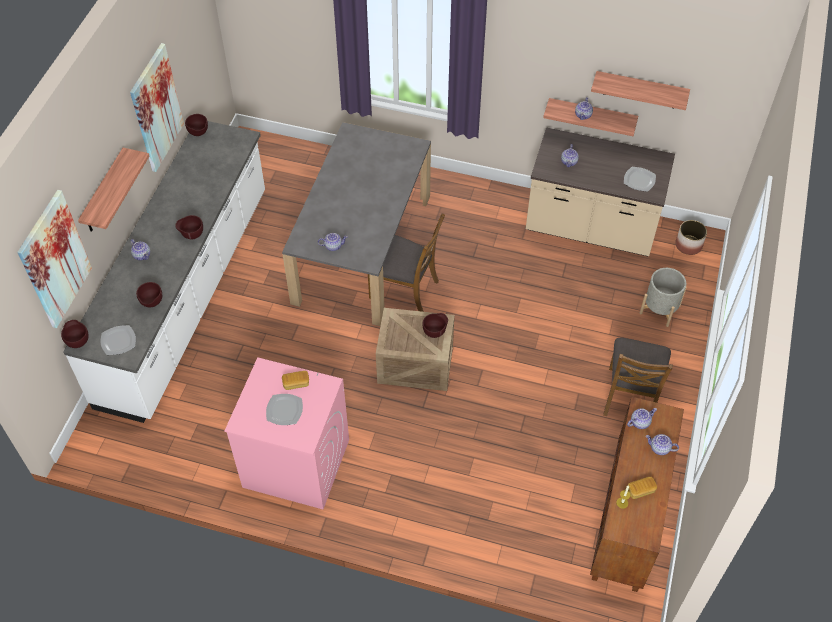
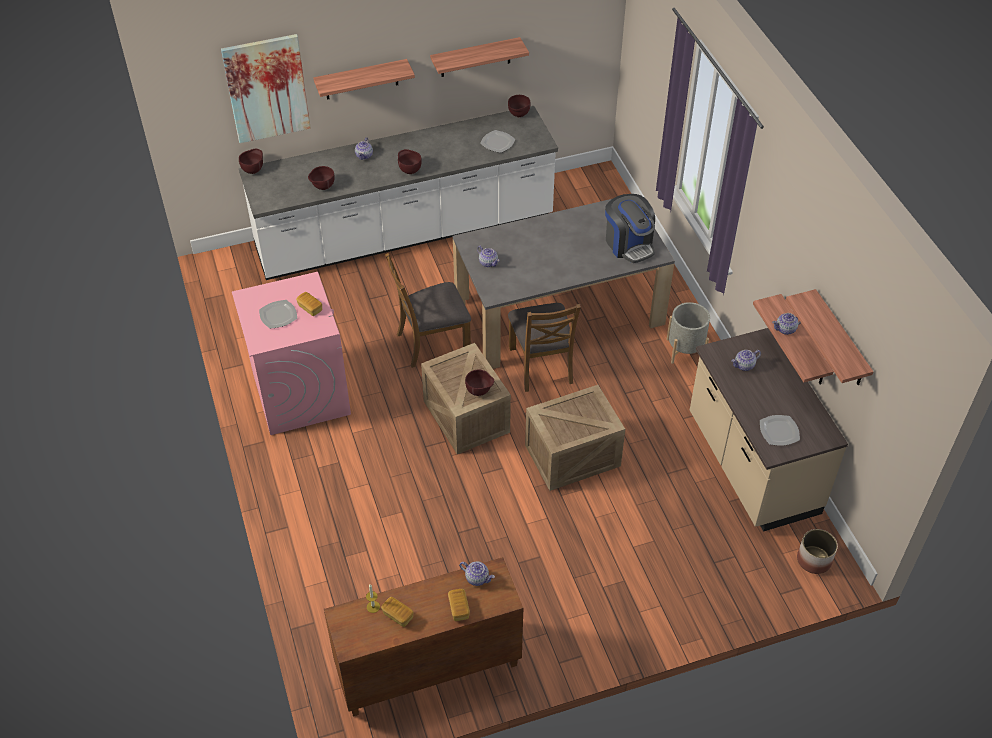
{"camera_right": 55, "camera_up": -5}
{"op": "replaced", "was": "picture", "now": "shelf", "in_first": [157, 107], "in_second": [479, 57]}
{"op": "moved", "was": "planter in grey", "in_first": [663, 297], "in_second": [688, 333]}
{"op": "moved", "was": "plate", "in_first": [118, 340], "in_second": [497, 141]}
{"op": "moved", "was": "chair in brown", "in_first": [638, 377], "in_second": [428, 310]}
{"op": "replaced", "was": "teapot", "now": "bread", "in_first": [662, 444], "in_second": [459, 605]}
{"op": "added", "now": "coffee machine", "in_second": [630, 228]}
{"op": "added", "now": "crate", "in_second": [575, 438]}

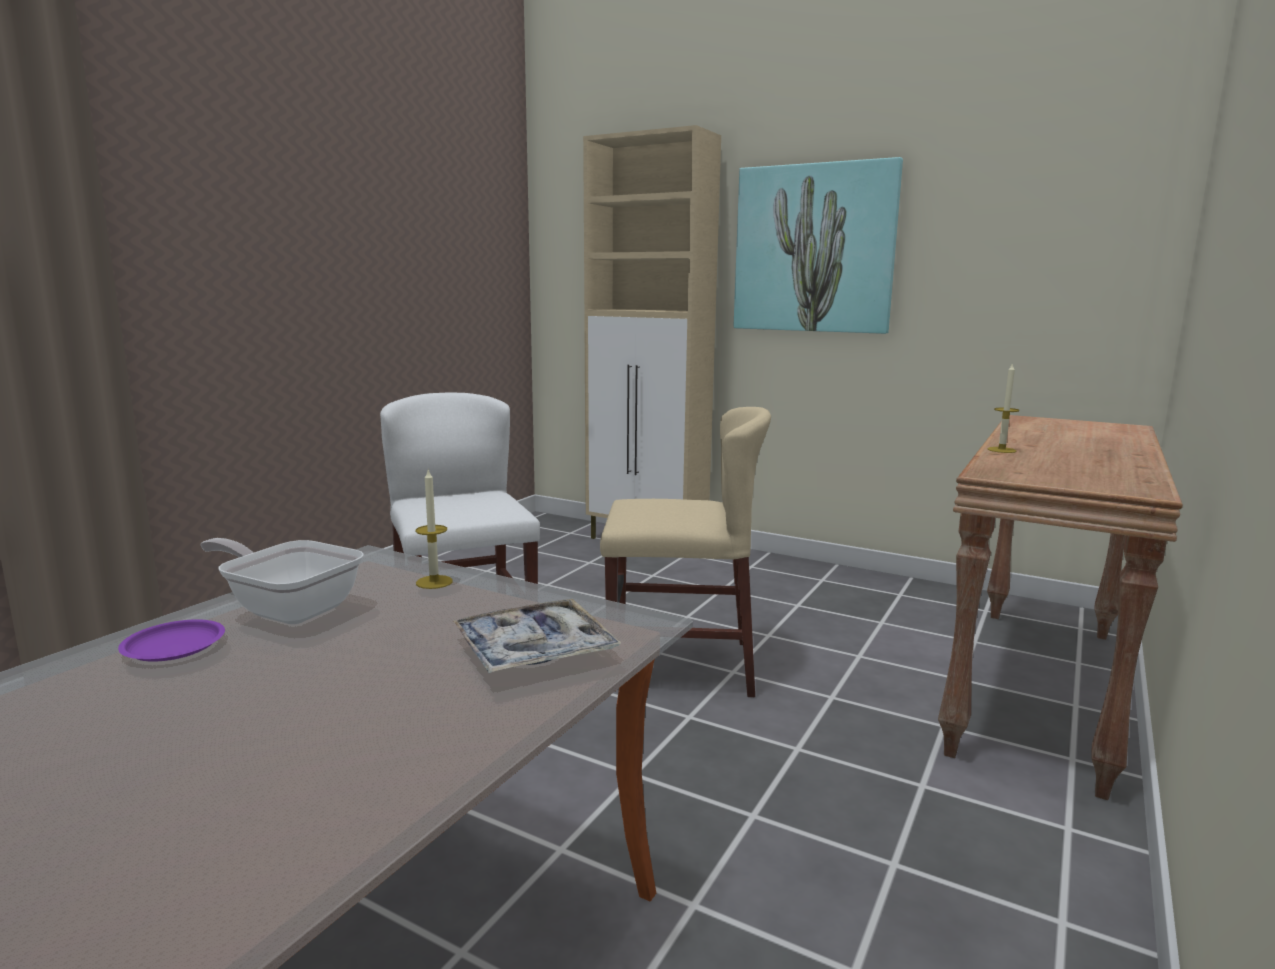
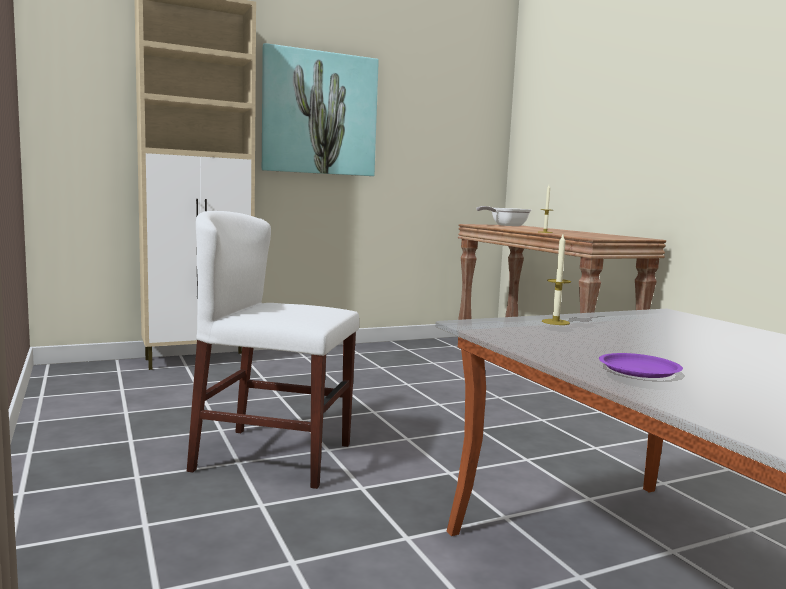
{"camera_right": -55, "camera_up": -5}
{"op": "removed", "was": "chair in beige", "in_first": [685, 552]}
{"op": "moved", "was": "frying pan", "in_first": [282, 581], "in_second": [504, 216]}
{"op": "removed", "was": "tray", "in_first": [537, 636]}

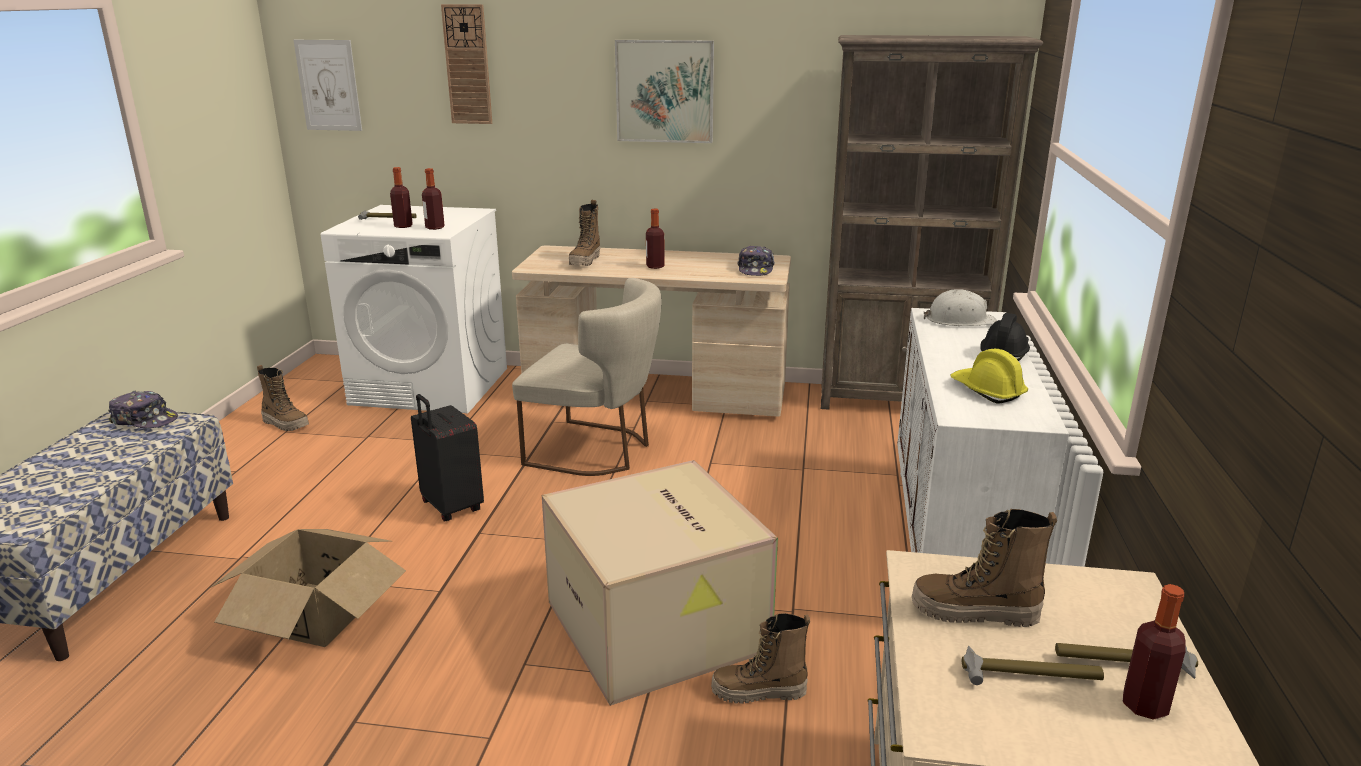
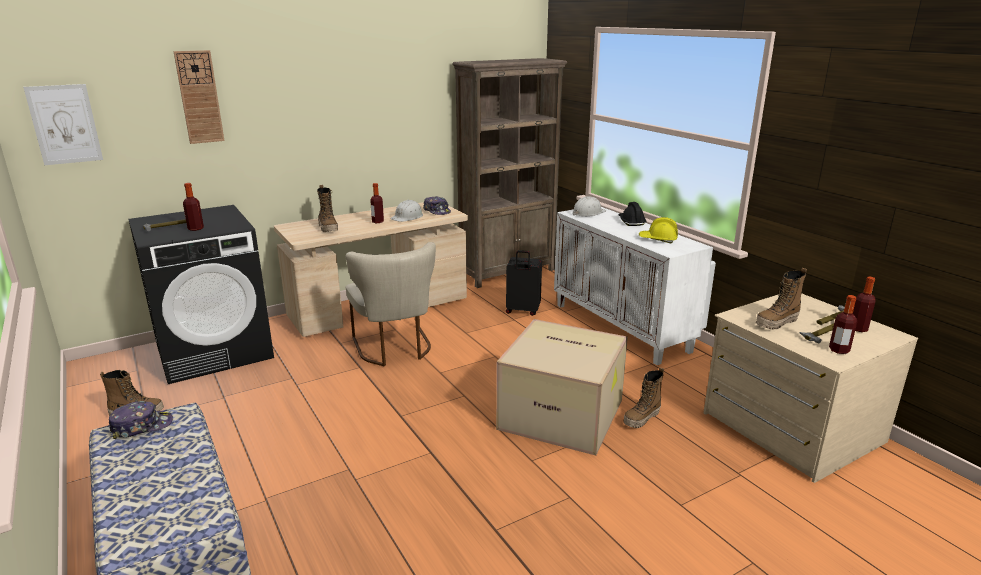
{"camera_right": -40, "camera_up": 0}
{"op": "removed", "was": "picture", "in_first": [664, 91]}
{"op": "moved", "was": "bottle", "in_first": [433, 199], "in_second": [843, 324]}
{"op": "recoloured", "was": "washing machine in white", "now": "washing machine in black", "in_first": [414, 309], "in_second": [201, 294]}
{"op": "turned", "was": "chair in beige", "in_first": [587, 377], "in_second": [390, 304], "clockwise": 90}
{"op": "moved", "was": "suitcase in black", "in_first": [447, 457], "in_second": [524, 283]}
{"op": "removed", "was": "cardboard box", "in_first": [308, 588]}
{"op": "added", "now": "hard hat in white", "in_second": [407, 211]}

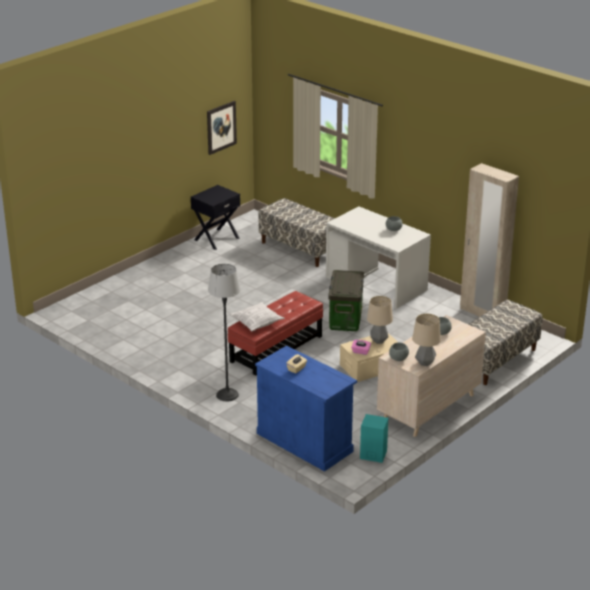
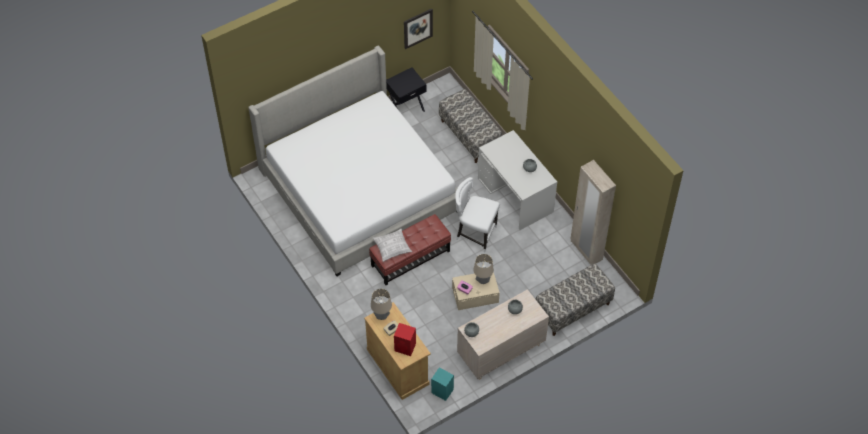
{"camera_right": 15, "camera_up": 25}
{"op": "removed", "was": "floor lamp", "in_first": [224, 332]}
{"op": "replaced", "was": "storage box", "now": "chair in white", "in_first": [346, 300], "in_second": [477, 214]}
{"op": "moved", "was": "table lamp", "in_first": [426, 340], "in_second": [381, 304]}
{"op": "recoloured", "was": "cabinet in blue", "now": "cabinet in beige", "in_first": [306, 408], "in_second": [397, 351]}
{"op": "added", "now": "bed", "in_second": [352, 161]}
{"op": "added", "now": "speaker in red", "in_second": [405, 339]}

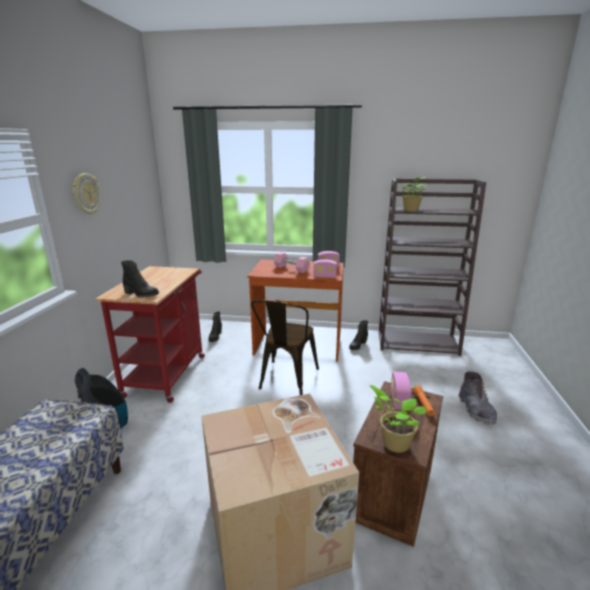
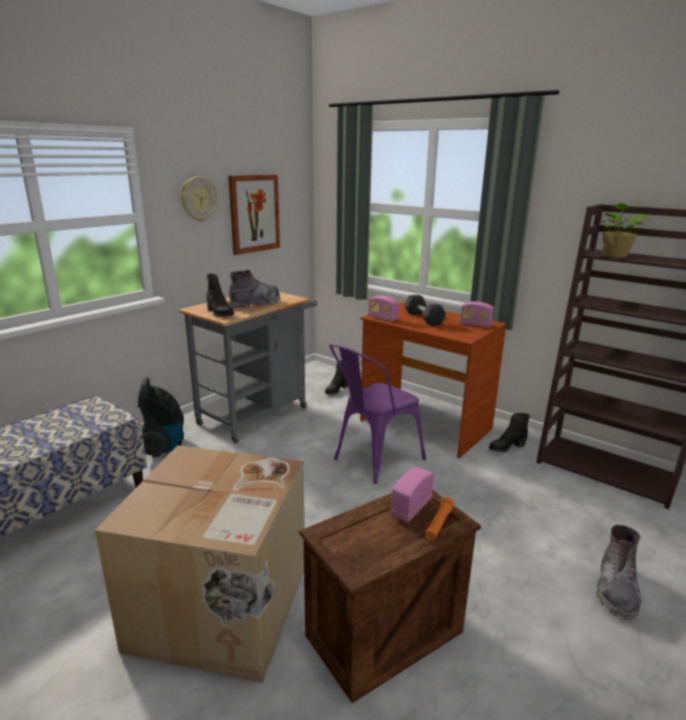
{"camera_right": 30, "camera_up": 0}
{"op": "recoloured", "was": "dumbbell in pink", "now": "dumbbell in black", "in_first": [292, 262], "in_second": [425, 310]}
{"op": "moved", "was": "radio", "in_first": [325, 268], "in_second": [383, 308]}
{"op": "recoloured", "was": "cart in red", "now": "cart in grey", "in_first": [150, 334], "in_second": [248, 368]}
{"op": "recoloured", "was": "chair in brown", "now": "chair in purple", "in_first": [285, 347], "in_second": [377, 414]}
{"op": "removed", "was": "potted plant", "in_first": [398, 419]}
{"op": "added", "now": "picture", "in_second": [254, 215]}
{"op": "added", "now": "boot in grey", "in_second": [254, 289]}

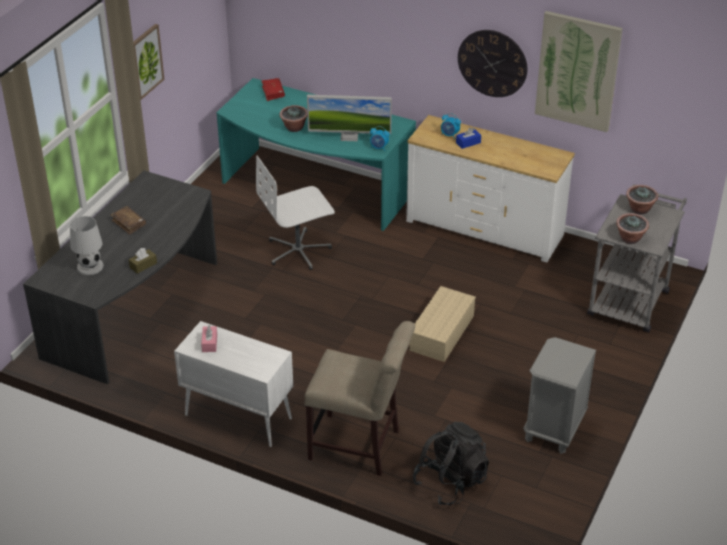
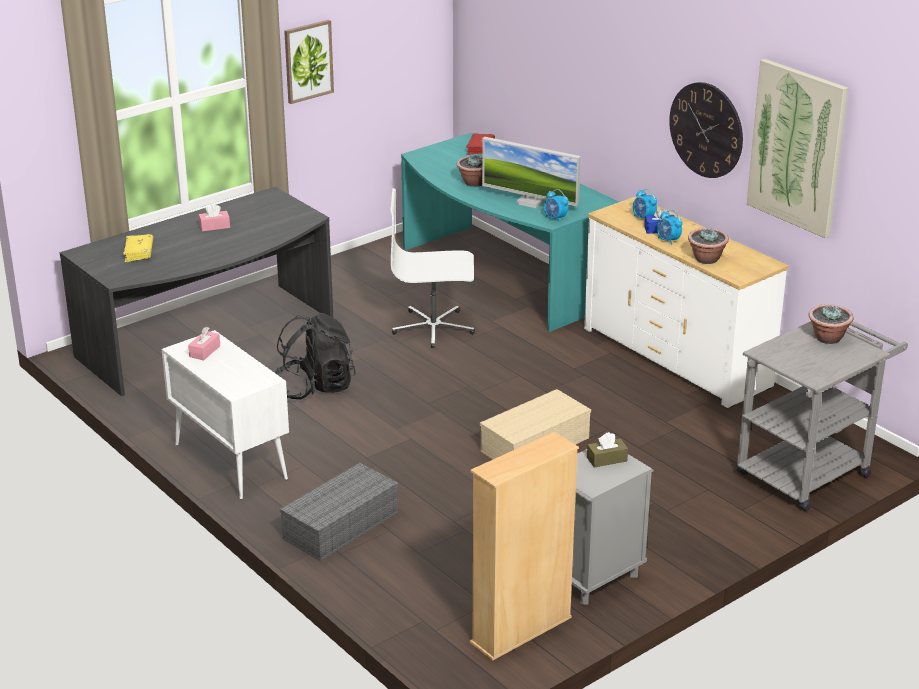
{"camera_right": 25, "camera_up": -10}
{"op": "replaced", "was": "book in brown", "now": "tissue box in pink", "in_first": [128, 220], "in_second": [214, 217]}
{"op": "moved", "was": "potted plant", "in_first": [632, 228], "in_second": [708, 246]}
{"op": "replaced", "was": "table lamp in white", "now": "book in yellow", "in_first": [87, 245], "in_second": [138, 248]}
{"op": "moved", "was": "tissue box in brown", "in_first": [143, 261], "in_second": [607, 450]}
{"op": "replaced", "was": "chair in beige", "now": "storage box in grey", "in_first": [359, 398], "in_second": [339, 512]}
{"op": "moved", "was": "backpack in black", "in_first": [451, 463], "in_second": [315, 356]}
{"op": "added", "now": "alarm clock", "in_second": [670, 227]}
{"op": "added", "now": "bookcase in beige", "in_second": [524, 546]}

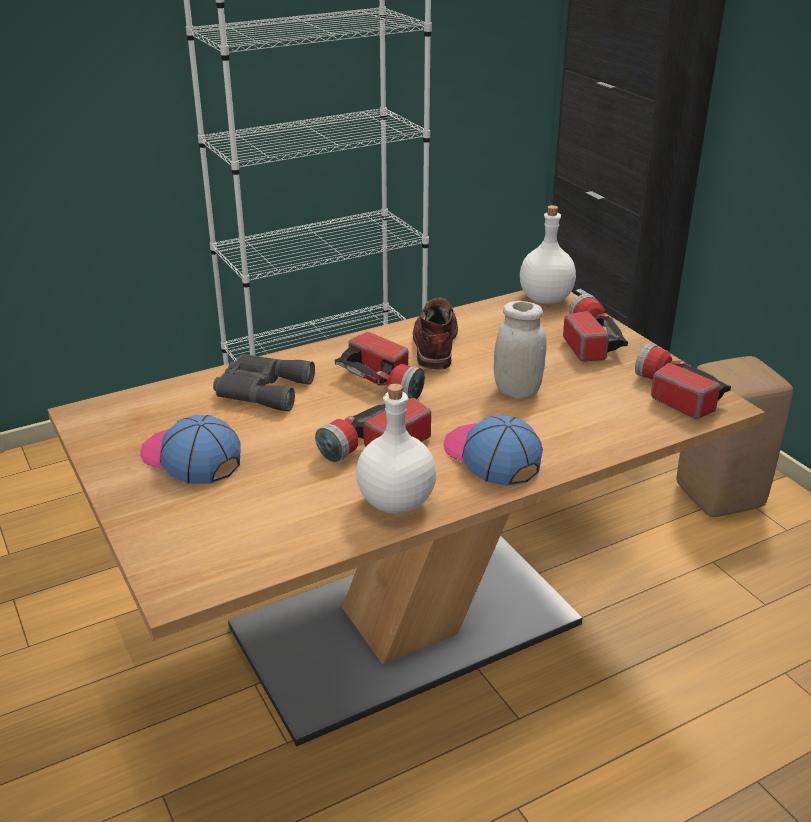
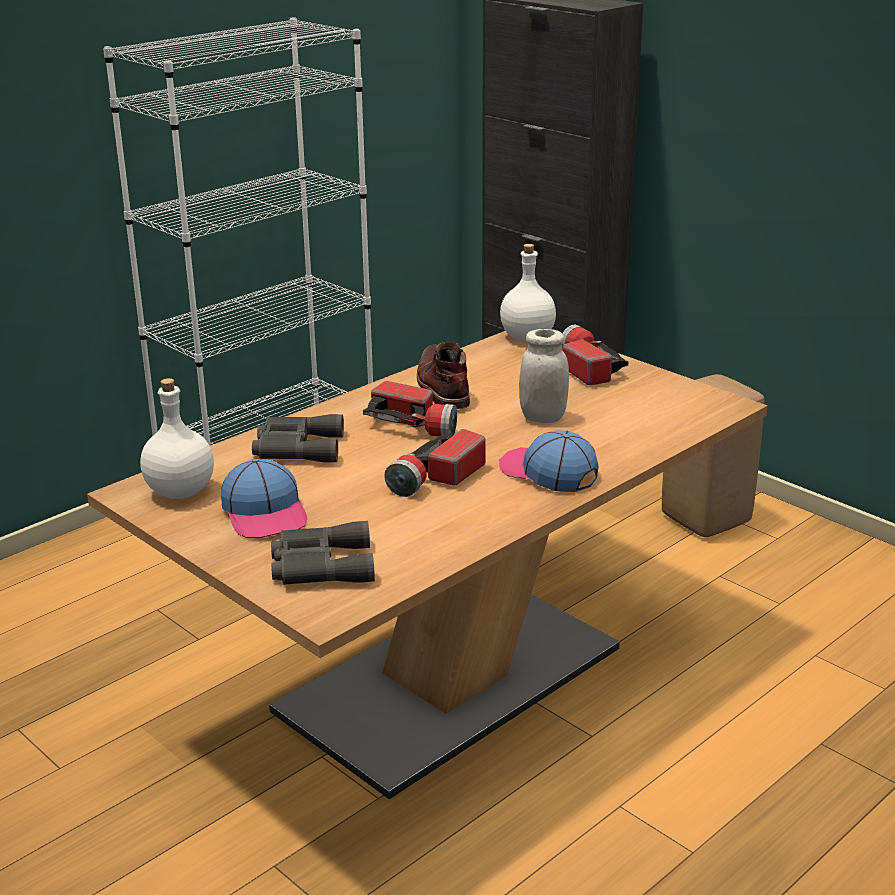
{"camera_right": -15, "camera_up": -5}
{"op": "removed", "was": "flashlight", "in_first": [683, 381]}
{"op": "moved", "was": "bottle in white", "in_first": [396, 448], "in_second": [177, 438]}
{"op": "turned", "was": "cap", "in_first": [190, 449], "in_second": [264, 498], "clockwise": -135}
{"op": "added", "now": "binoculars in grey", "in_second": [323, 553]}

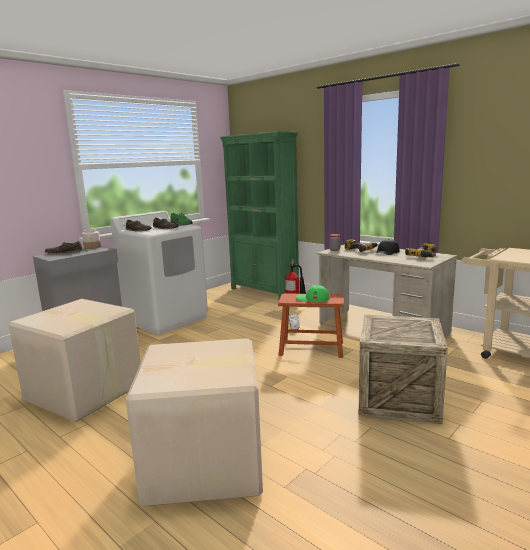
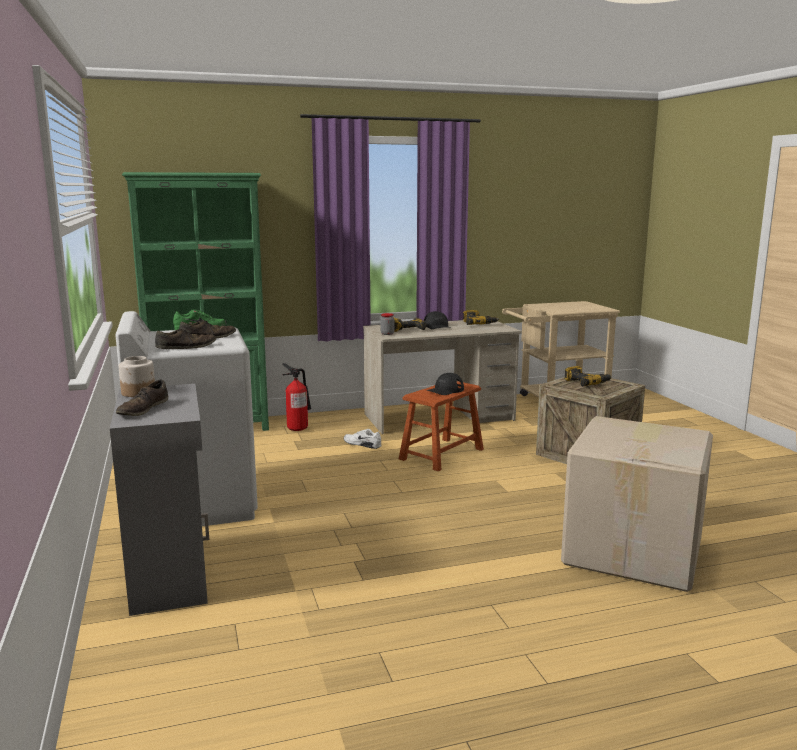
{"camera_right": -60, "camera_up": 0}
{"op": "recoloured", "was": "cap in green", "now": "cap in black", "in_first": [313, 293], "in_second": [445, 384]}
{"op": "removed", "was": "cardboard box", "in_first": [74, 360]}
{"op": "added", "now": "power drill", "in_second": [588, 376]}

